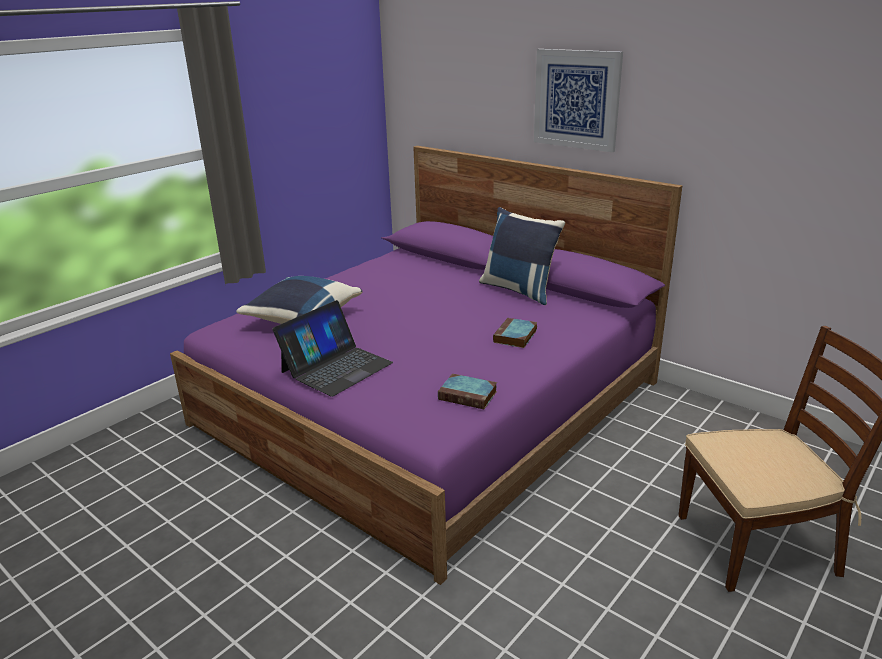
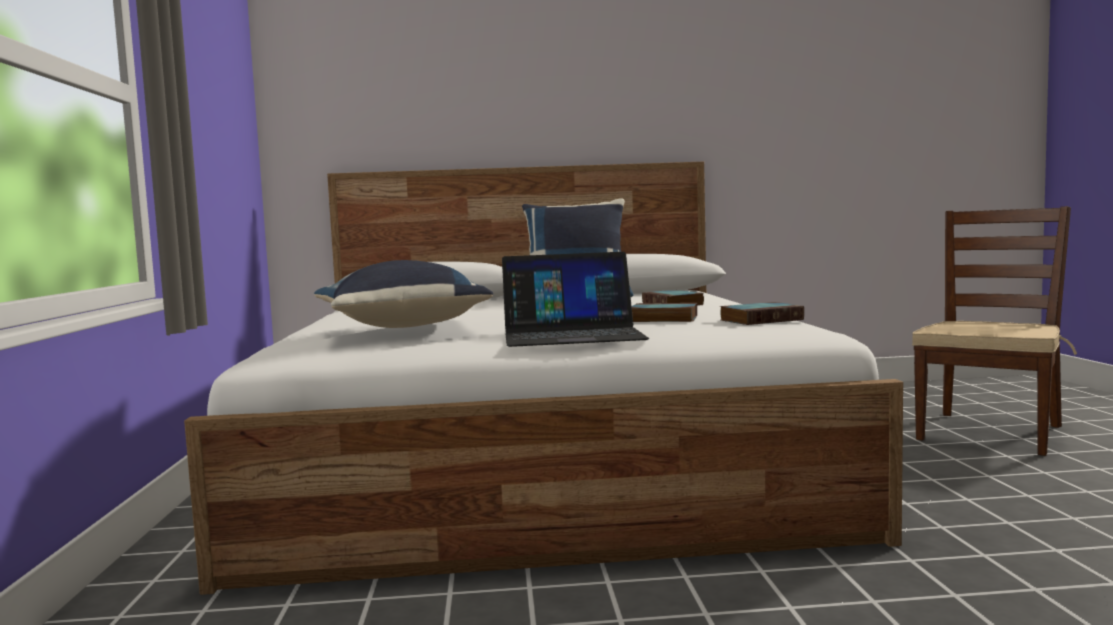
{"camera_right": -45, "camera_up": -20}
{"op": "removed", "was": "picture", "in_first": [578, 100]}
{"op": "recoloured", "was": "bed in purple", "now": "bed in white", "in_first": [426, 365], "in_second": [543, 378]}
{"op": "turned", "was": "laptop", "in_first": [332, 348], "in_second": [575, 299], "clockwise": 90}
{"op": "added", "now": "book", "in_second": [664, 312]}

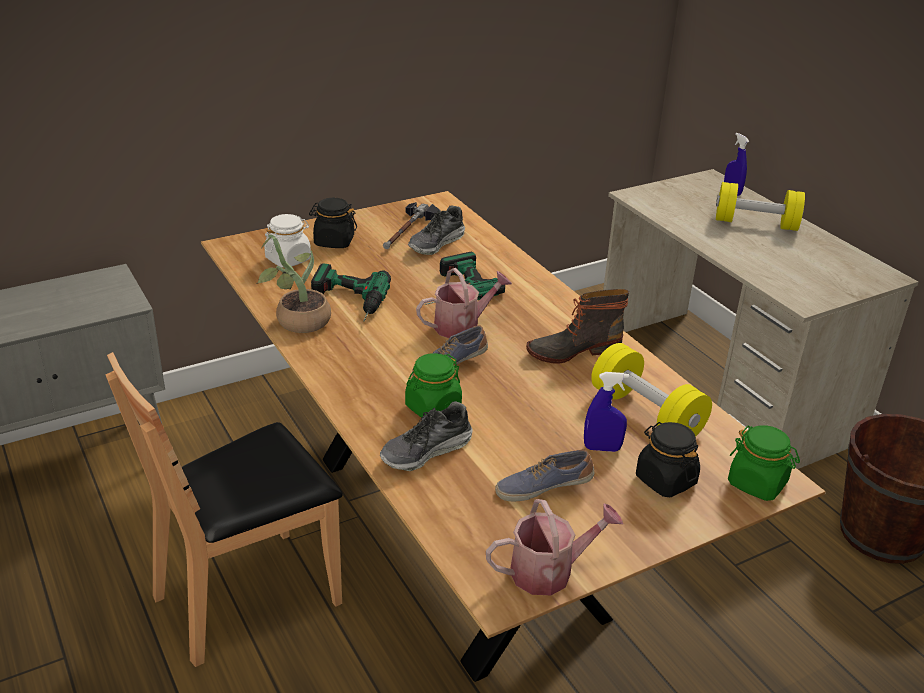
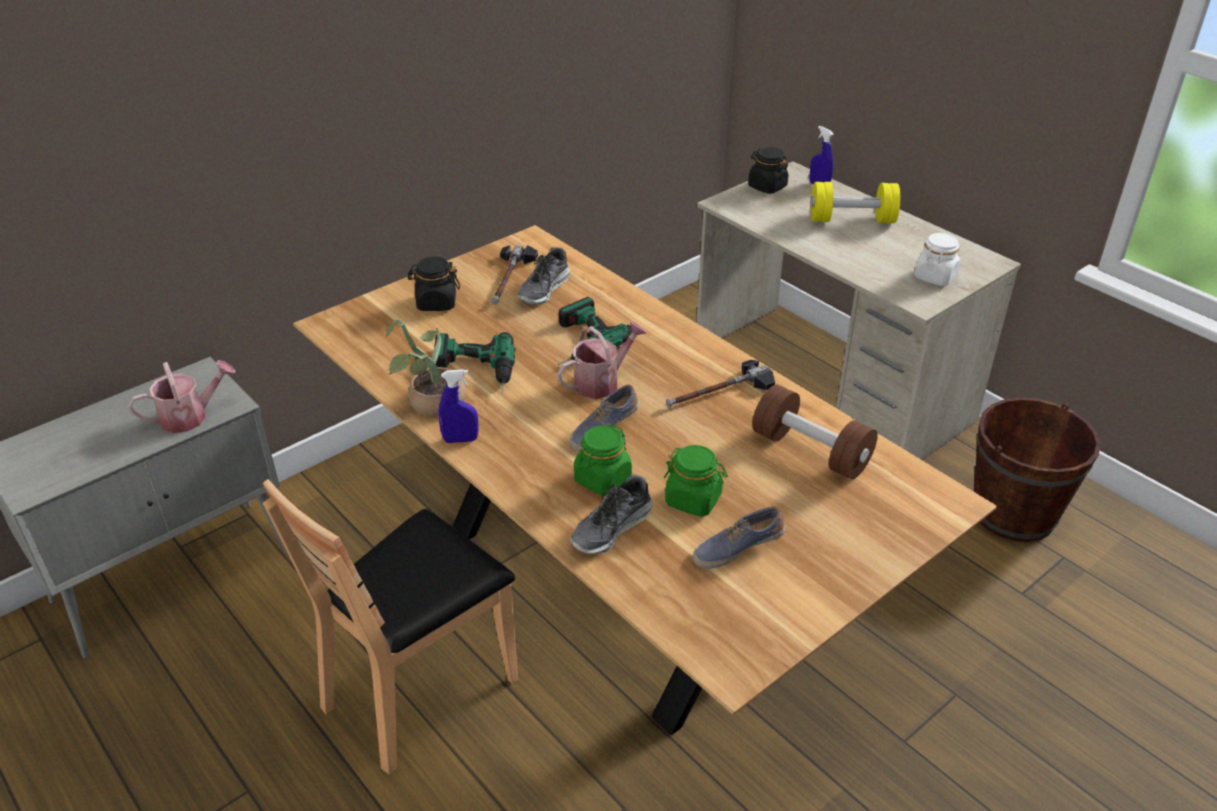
{"camera_right": -10, "camera_up": 5}
{"op": "moved", "was": "jar in white", "in_first": [287, 241], "in_second": [937, 259]}
{"op": "replaced", "was": "boot", "now": "hammer", "in_first": [577, 326], "in_second": [720, 384]}
{"op": "recoloured", "was": "dumbbell in yellow", "now": "dumbbell in brown", "in_first": [651, 390], "in_second": [815, 432]}
{"op": "moved", "was": "spray bottle in blue", "in_first": [606, 412], "in_second": [458, 406]}
{"op": "moved", "was": "jar in black", "in_first": [668, 459], "in_second": [768, 170]}
{"op": "moved", "was": "jar in green", "in_first": [764, 463], "in_second": [695, 481]}
{"op": "moved", "was": "watering can", "in_first": [554, 547], "in_second": [182, 396]}

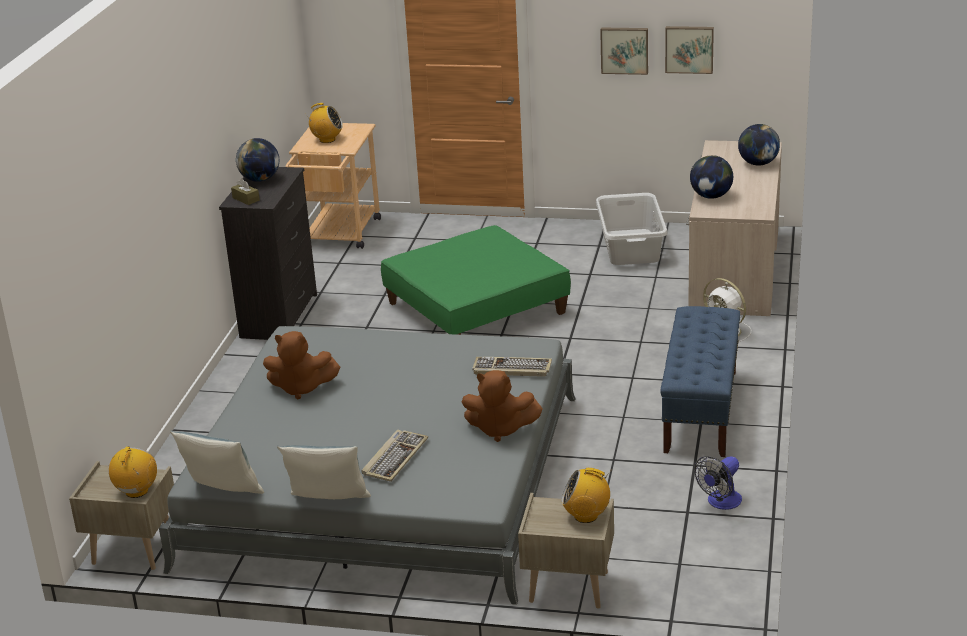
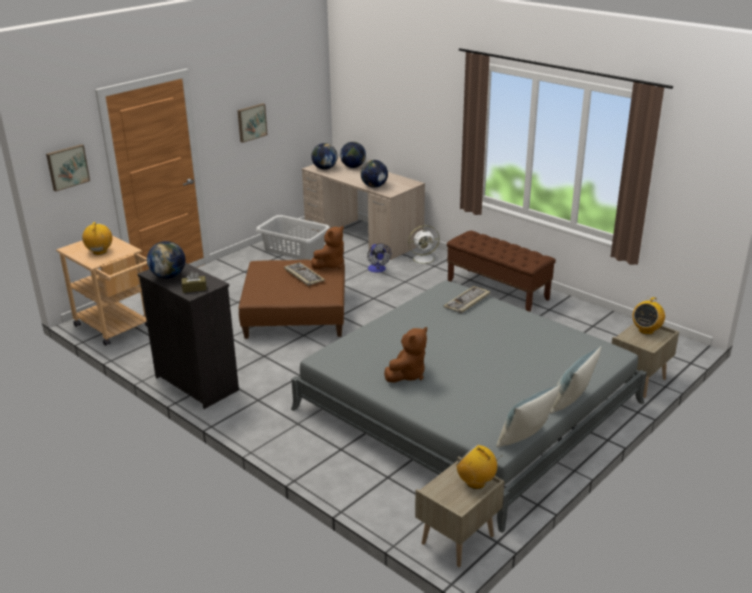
{"camera_right": -60, "camera_up": 0}
{"op": "moved", "was": "picture", "in_first": [689, 50], "in_second": [68, 167]}
{"op": "turned", "was": "radio", "in_first": [325, 123], "in_second": [97, 238], "clockwise": -45}
{"op": "recoloured", "was": "ottoman in green", "now": "ottoman in brown", "in_first": [476, 280], "in_second": [292, 299]}
{"op": "recoloured", "was": "bench in blue", "now": "bench in brown", "in_first": [700, 381], "in_second": [501, 271]}
{"op": "moved", "was": "plush toy in brown", "in_first": [502, 406], "in_second": [327, 247]}
{"op": "moved", "was": "keyboard", "in_first": [395, 456], "in_second": [304, 274]}
{"op": "moved", "was": "fan", "in_first": [718, 483], "in_second": [379, 258]}
{"op": "added", "now": "globe", "in_second": [324, 156]}

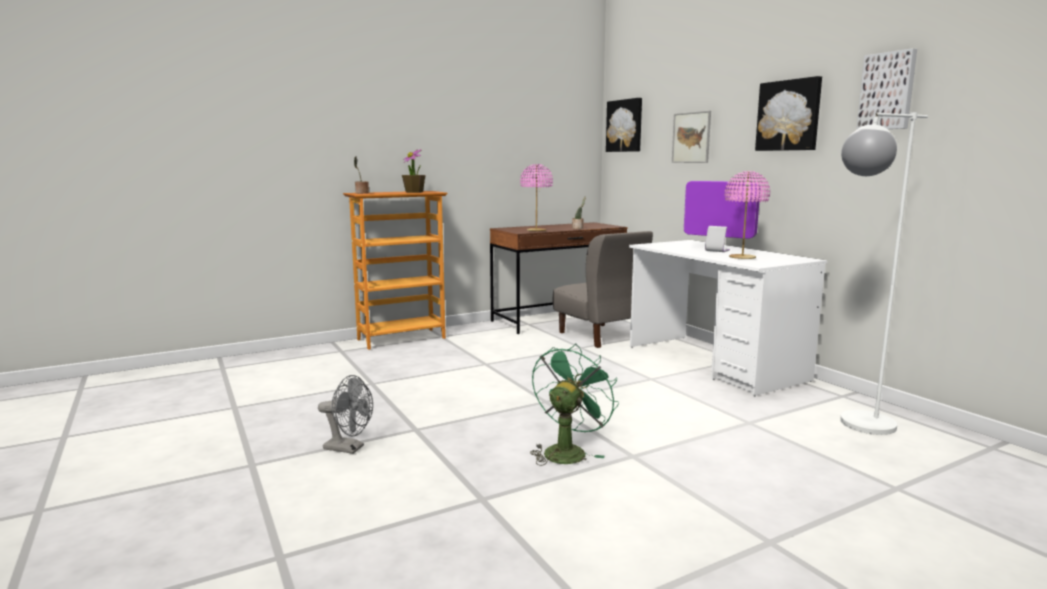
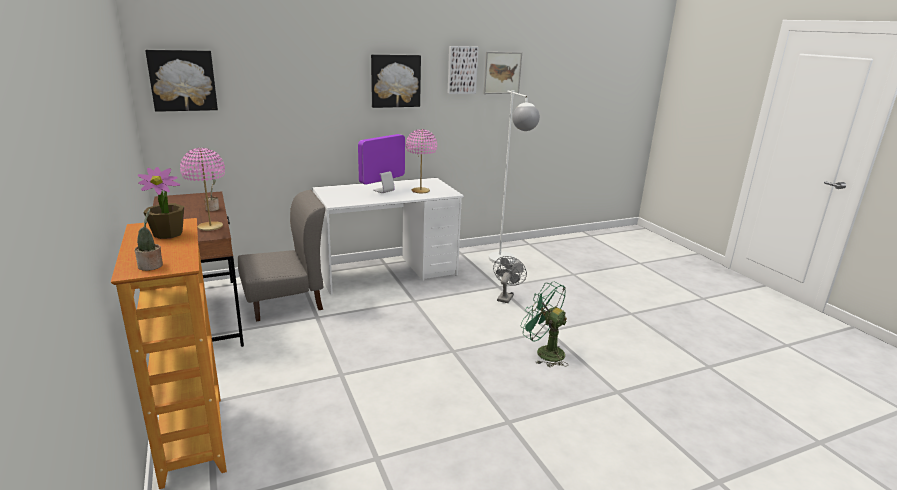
{"camera_right": -85, "camera_up": 10}
{"op": "moved", "was": "picture", "in_first": [691, 137], "in_second": [502, 73]}
{"op": "moved", "was": "fan in grey", "in_first": [345, 414], "in_second": [510, 279]}

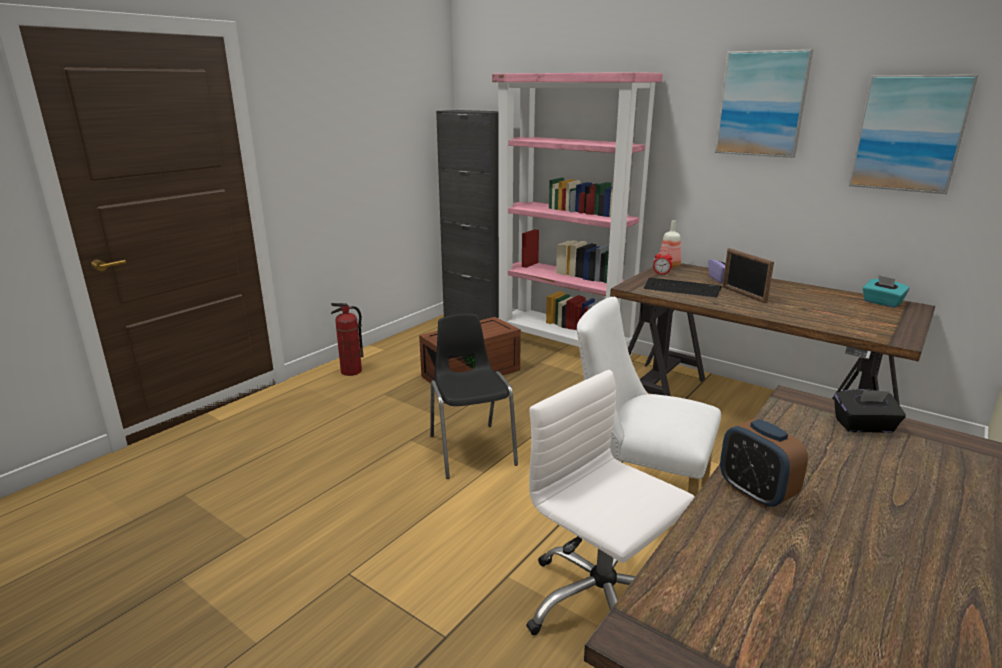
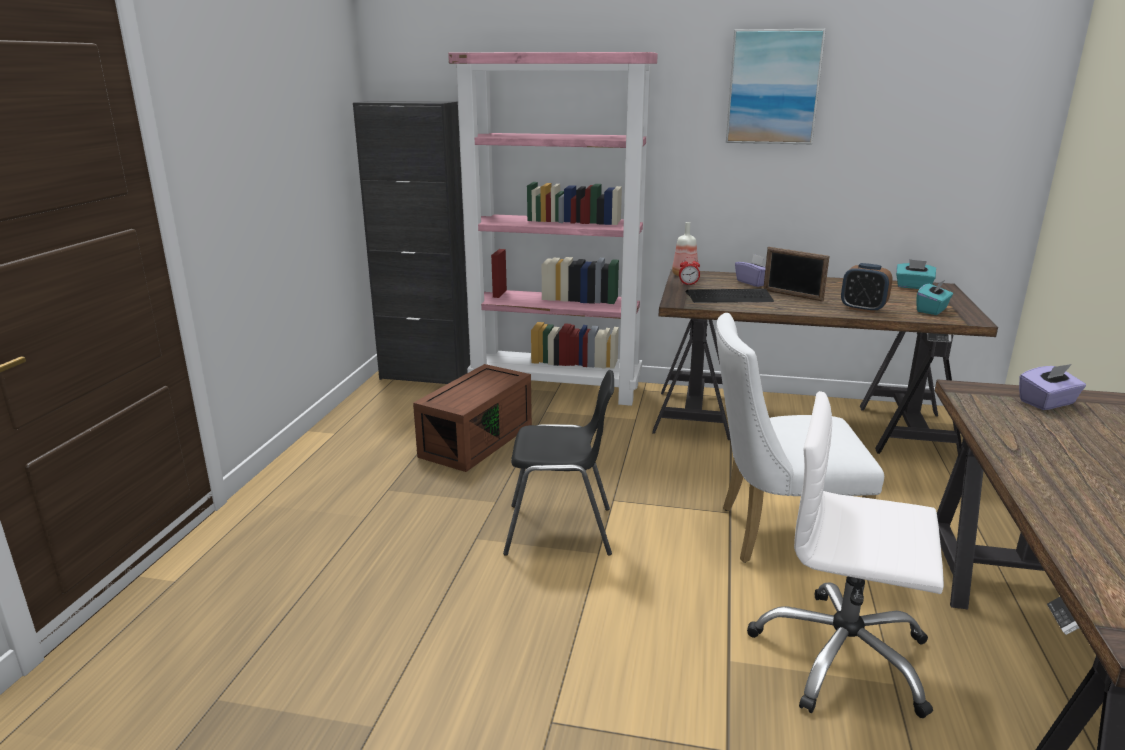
{"camera_right": -25, "camera_up": 0}
{"op": "removed", "was": "picture", "in_first": [913, 134]}
{"op": "removed", "was": "fire extinguisher", "in_first": [347, 339]}
{"op": "turned", "was": "chair in black", "in_first": [474, 396], "in_second": [558, 463], "clockwise": 135}
{"op": "recoloured", "was": "tissue box in black", "now": "tissue box in purple", "in_first": [870, 411], "in_second": [1052, 387]}
{"op": "moved", "was": "alarm clock", "in_first": [764, 463], "in_second": [867, 288]}
{"op": "added", "now": "tissue box in turquoise", "in_second": [934, 297]}

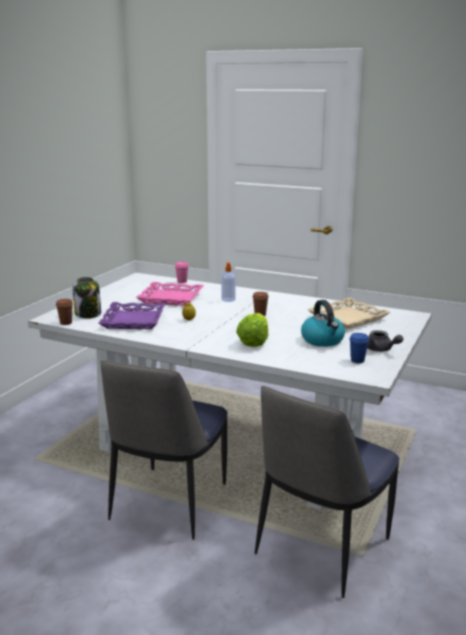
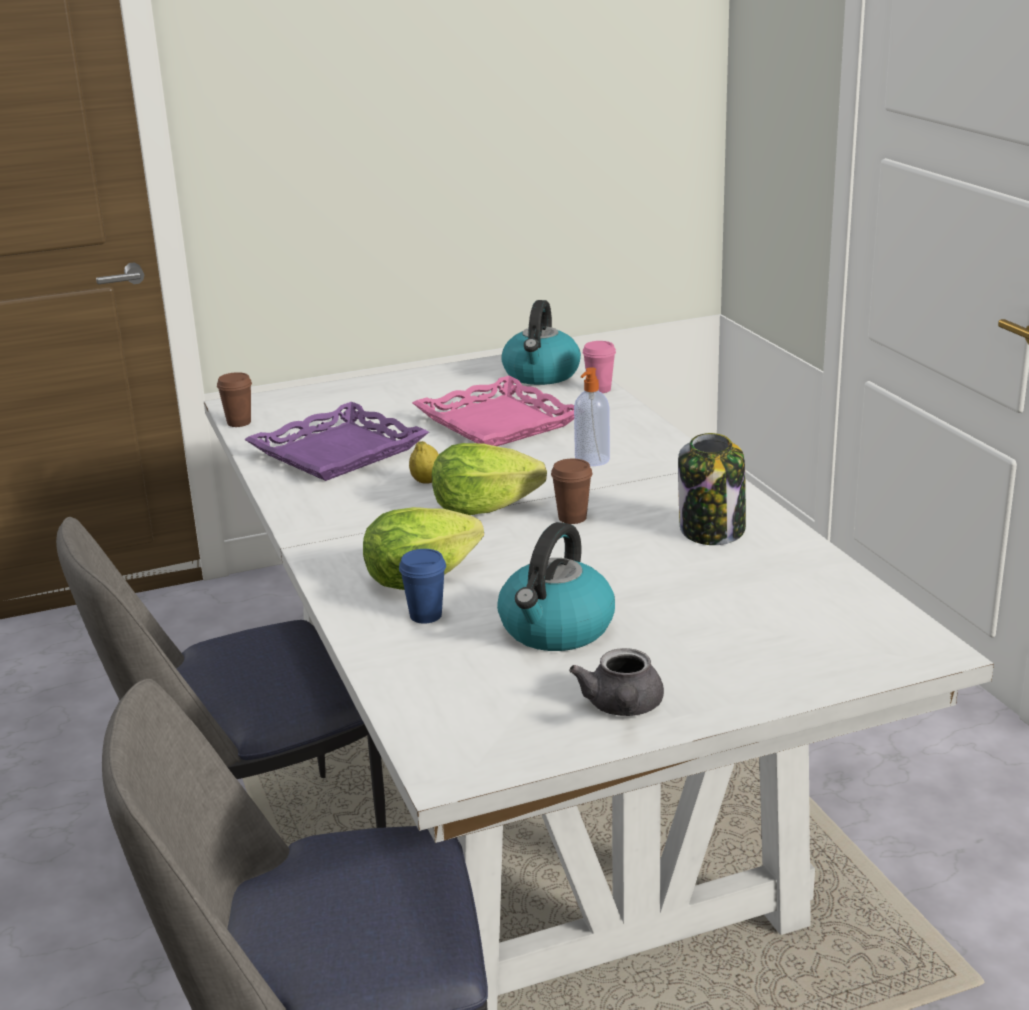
{"camera_right": 45, "camera_up": 5}
{"op": "moved", "was": "jar", "in_first": [86, 297], "in_second": [712, 489]}
{"op": "removed", "was": "tray in beige", "in_first": [348, 313]}
{"op": "moved", "was": "cup in blue", "in_first": [359, 348], "in_second": [422, 586]}
{"op": "added", "now": "kettle", "in_second": [541, 342]}
{"op": "added", "now": "lettuce", "in_second": [489, 479]}

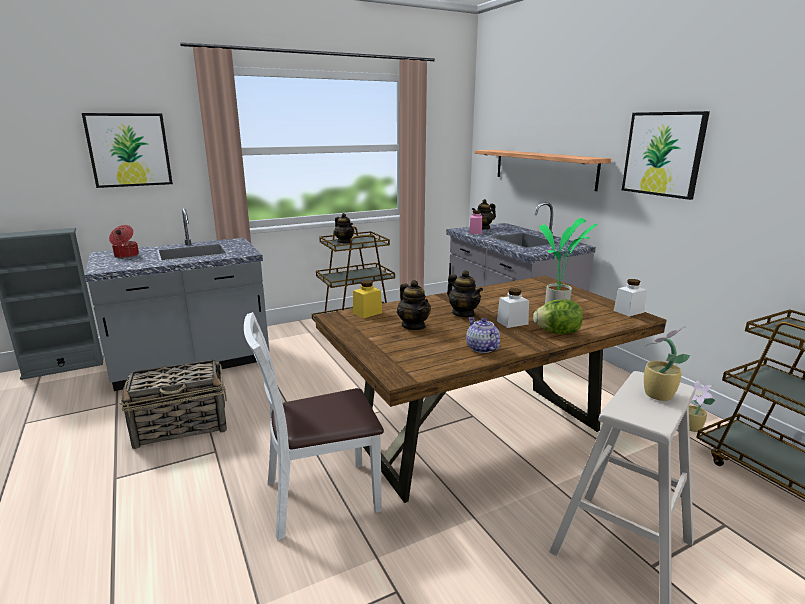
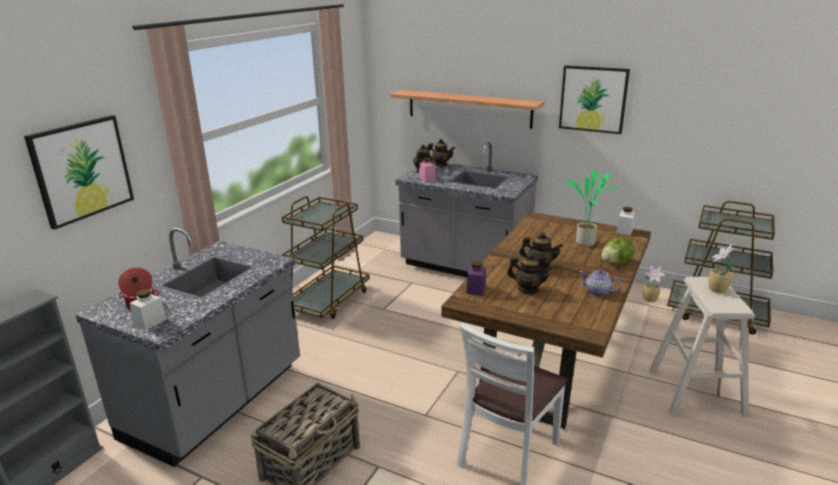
{"camera_right": -35, "camera_up": 5}
{"op": "moved", "was": "teapot", "in_first": [344, 228], "in_second": [441, 153]}
{"op": "recoloured", "was": "jar in yellow", "now": "jar in purple", "in_first": [367, 299], "in_second": [476, 278]}
{"op": "moved", "was": "jar in white", "in_first": [513, 308], "in_second": [148, 309]}

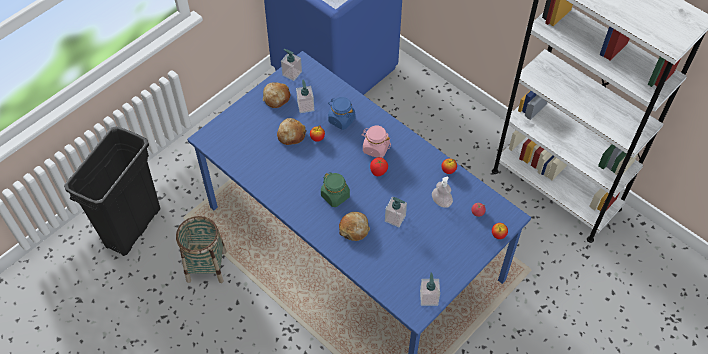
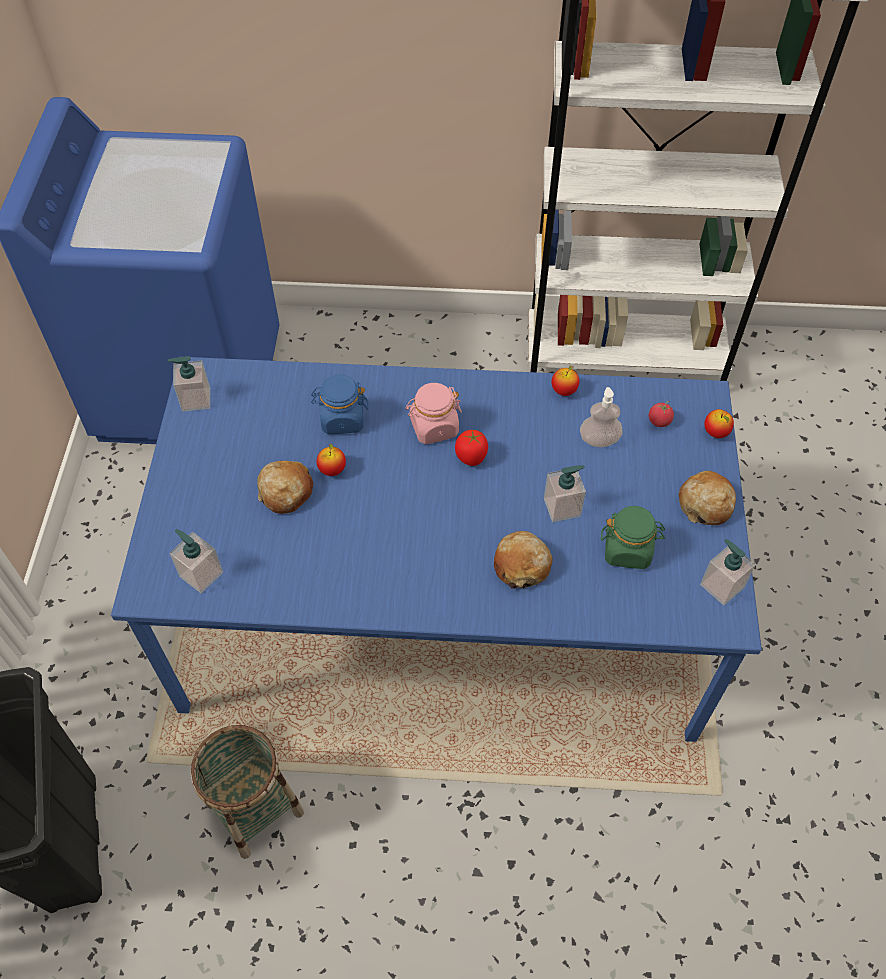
{"camera_right": -40, "camera_up": 0}
{"op": "moved", "was": "soap dispenser", "in_first": [305, 96], "in_second": [196, 561]}
{"op": "moved", "was": "bread", "in_first": [277, 95], "in_second": [707, 498]}
{"op": "moved", "was": "jar in green", "in_first": [335, 189], "in_second": [633, 537]}

